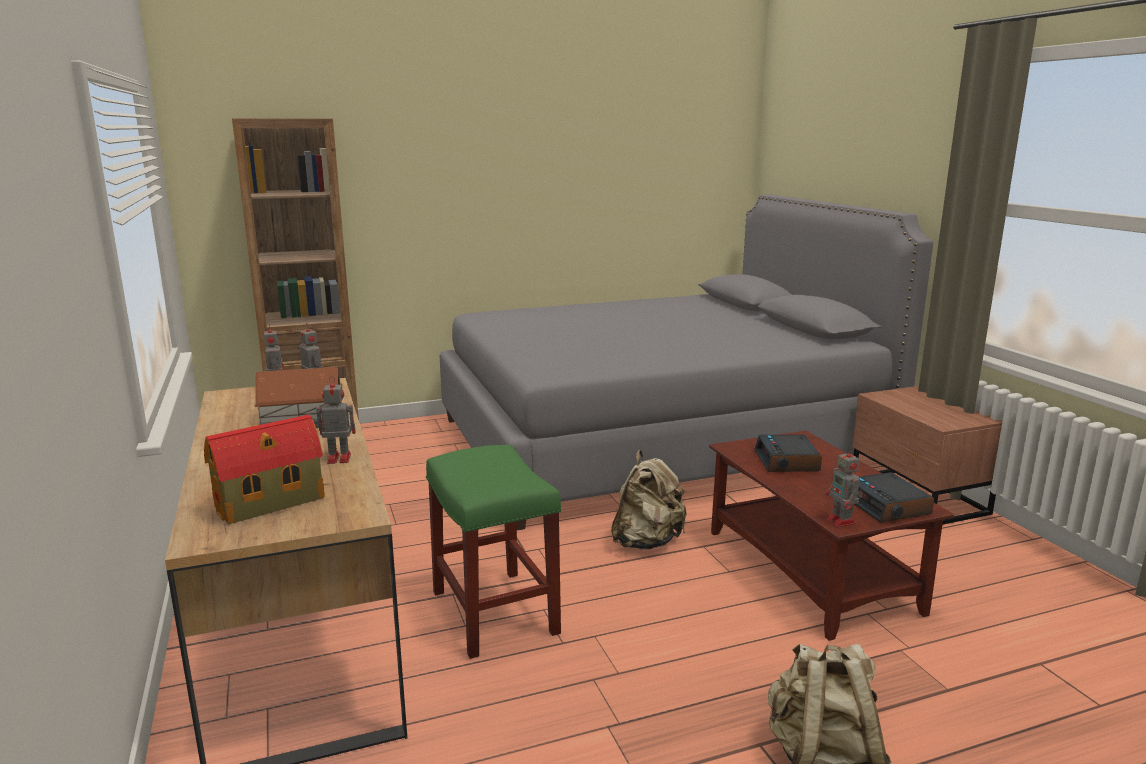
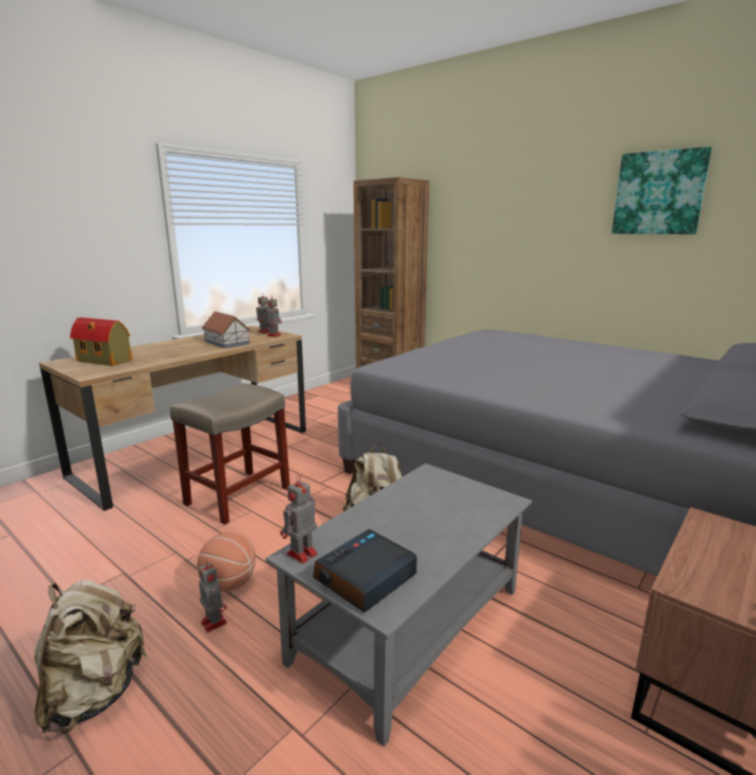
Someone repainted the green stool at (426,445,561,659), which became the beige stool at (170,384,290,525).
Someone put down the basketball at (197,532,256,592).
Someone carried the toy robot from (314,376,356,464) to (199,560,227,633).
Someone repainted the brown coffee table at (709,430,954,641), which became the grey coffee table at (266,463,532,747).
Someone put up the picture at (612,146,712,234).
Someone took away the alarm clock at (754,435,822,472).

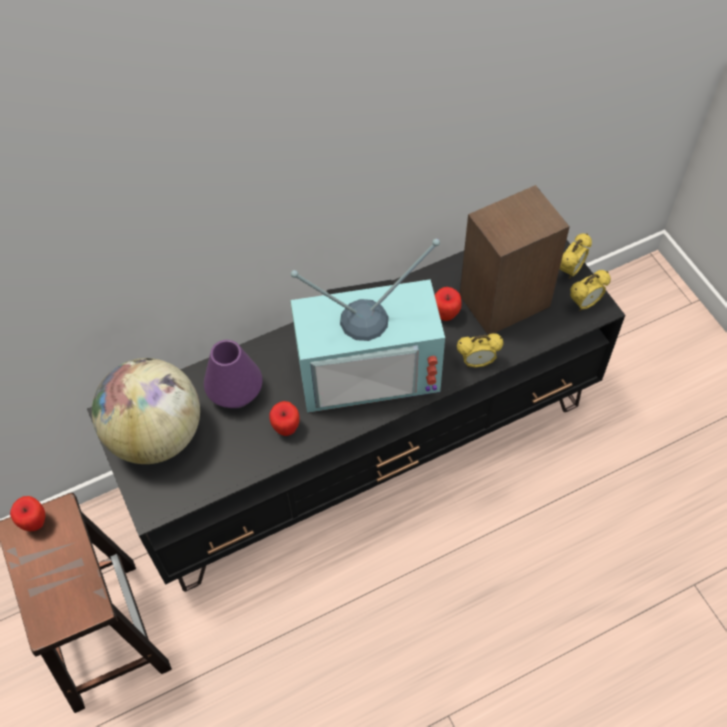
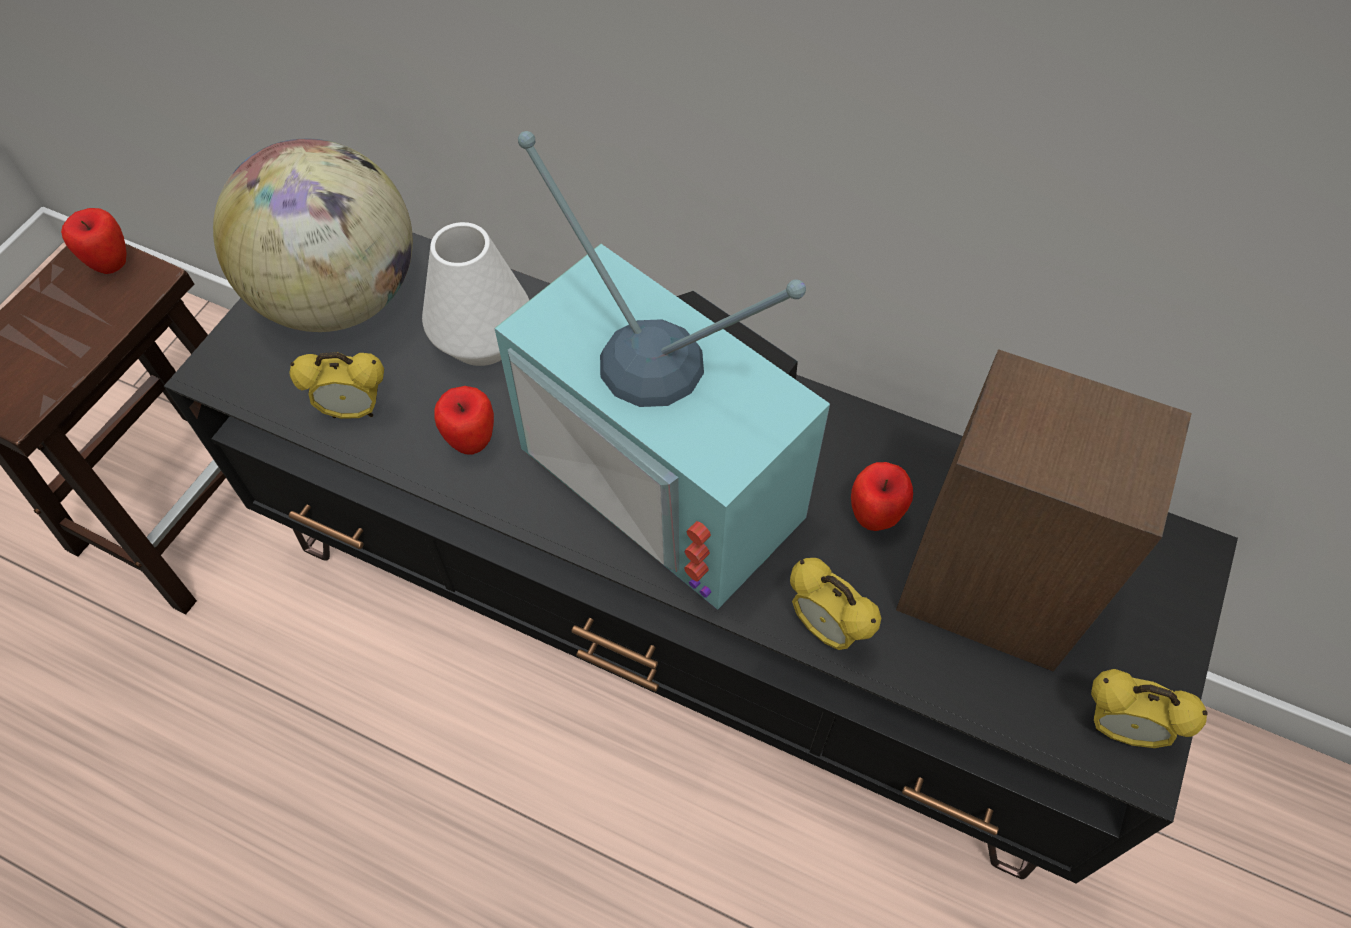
Someone carried the alarm clock from (560,233,592,279) to (290,352,384,419).
Someone repainted the purple vase at (204,340,263,409), which became the white vase at (422,222,529,366).

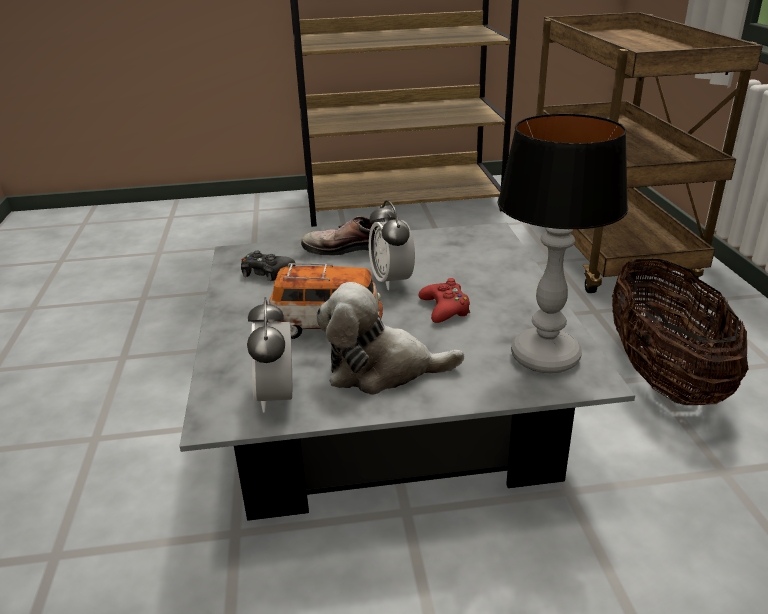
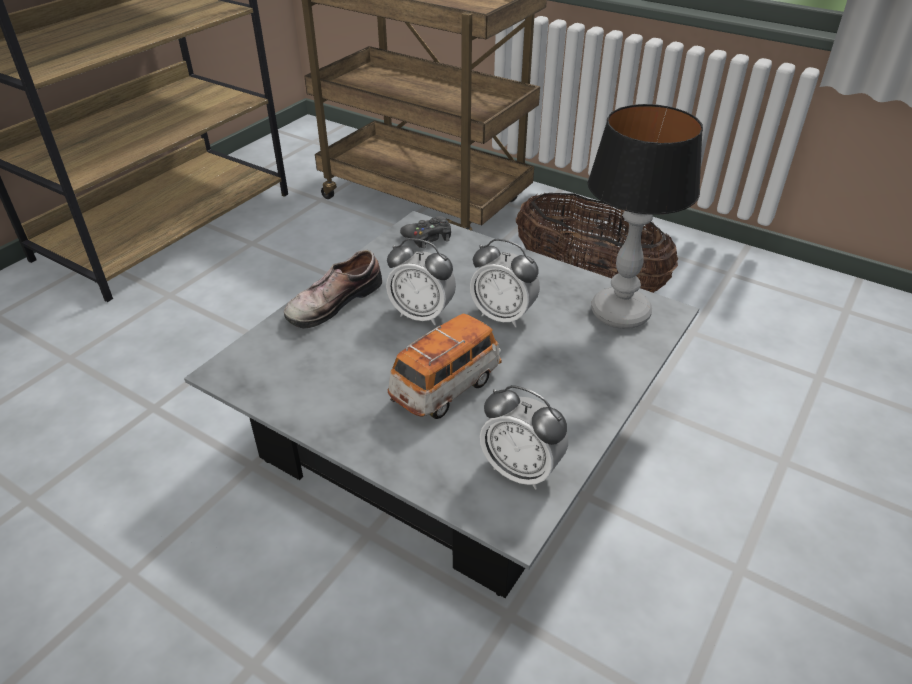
Someone carried the black game controller from (241,251,295,281) to (400,216,451,248).
Someone swapped the red game controller at (419,278,470,323) for the alarm clock at (470,239,540,327).
Someone took away the plush toy at (316,282,464,395).

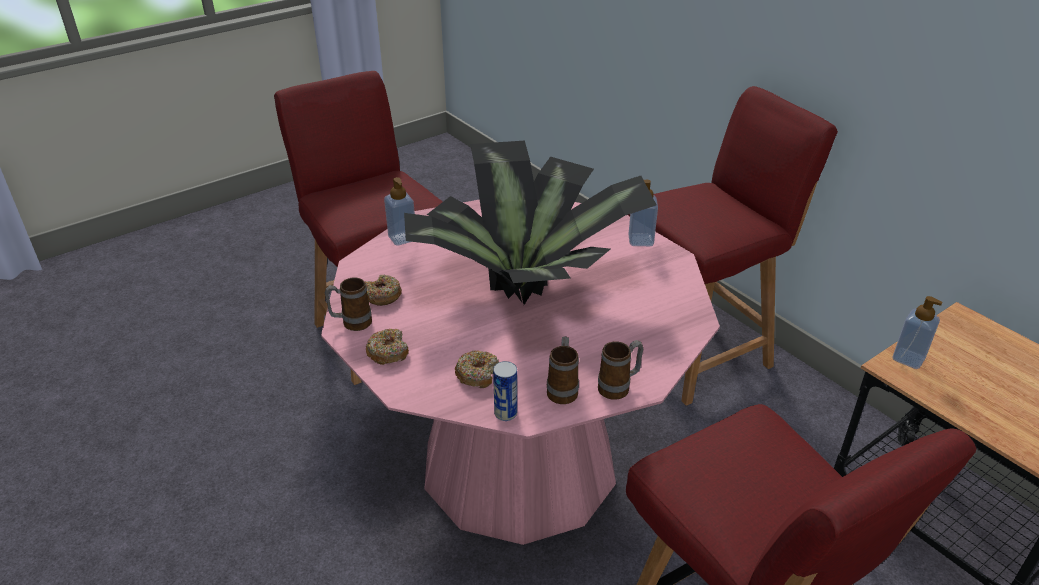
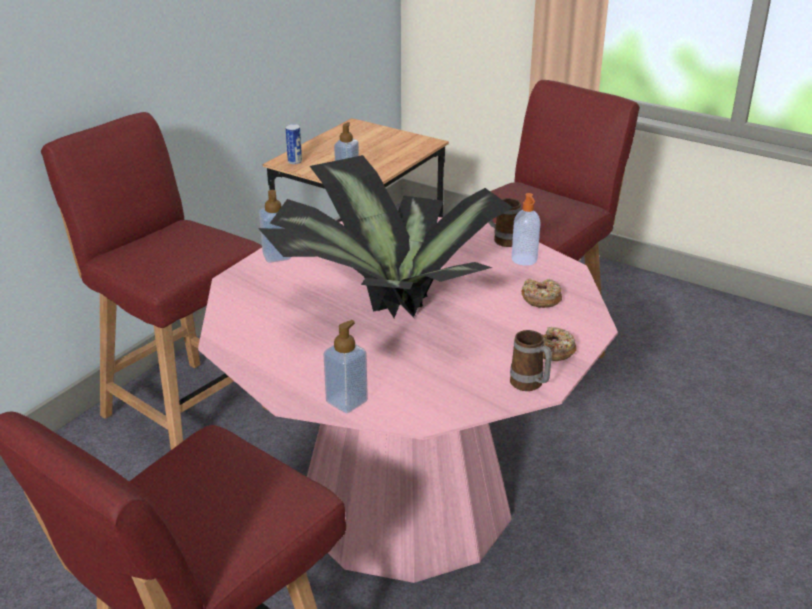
Someone carried the can from (493,361,517,421) to (285,124,302,164).
Someone swapped the mug at (547,336,579,404) for the soap dispenser at (512,193,541,265).
Someone took away the donut at (364,274,402,306).

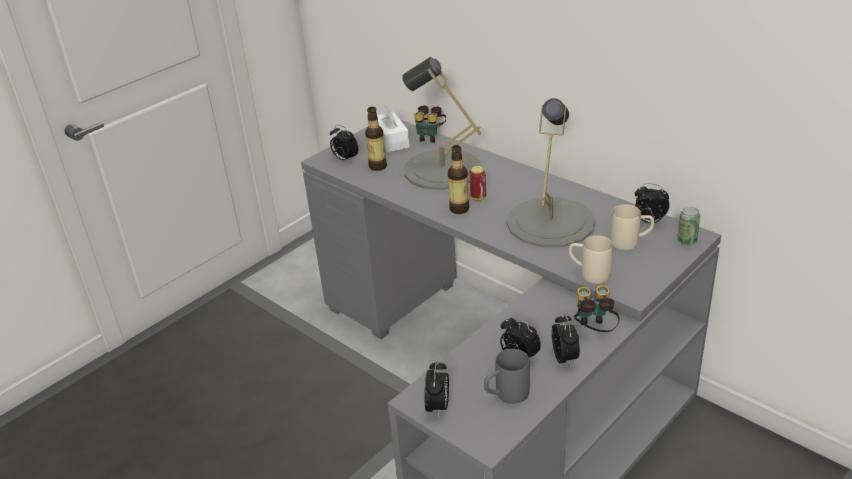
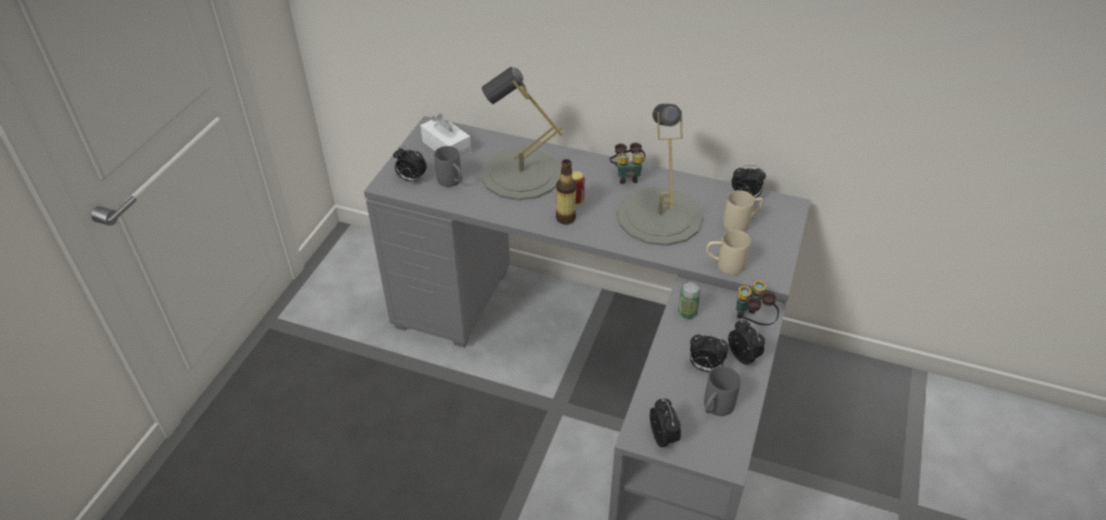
Someone swapped the bottle at (365,107,387,171) for the grey mug at (434,146,462,187).
Someone carried the binoculars from (414,106,446,143) to (610,143,646,184).
Someone carried the can from (677,207,700,246) to (678,282,701,319).

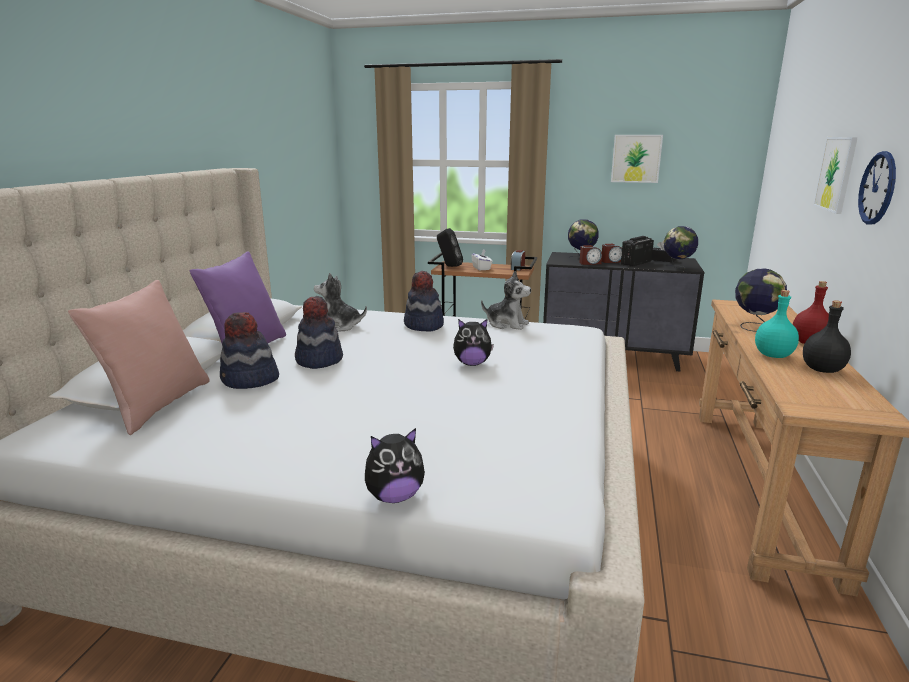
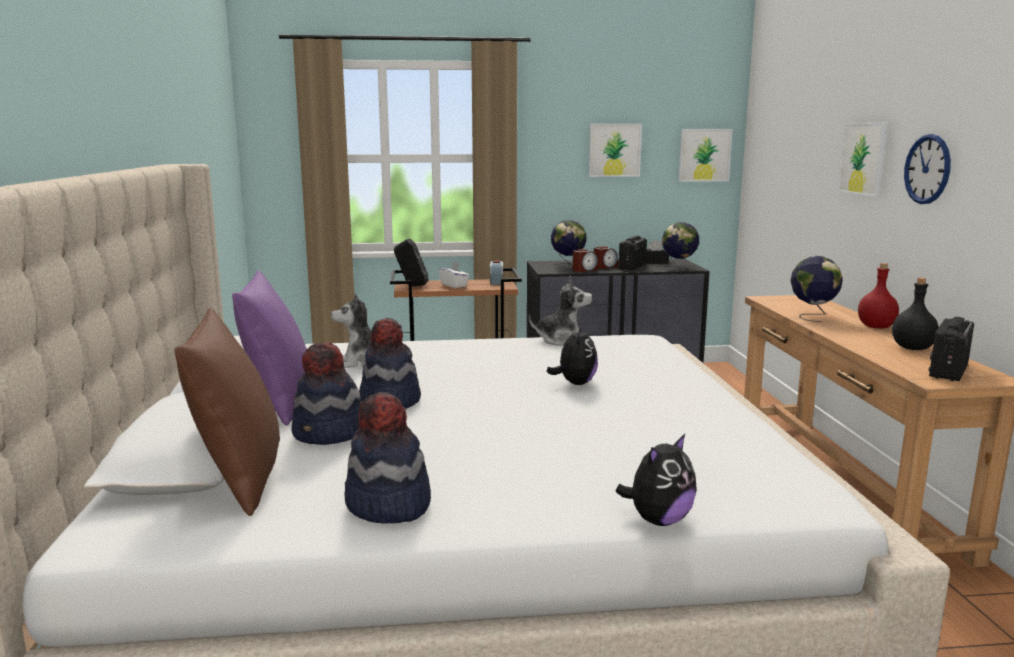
Someone repainted the pink pillow at (68,280,210,435), which became the brown pillow at (174,308,280,516).
Someone carried the hat from (404,271,444,332) to (344,392,431,524).
Someone rotated the plush toy at (453,319,494,366) by 60 degrees counterclockwise.
Someone put up the picture at (679,129,732,182).
Someone put down the radio at (928,317,974,381).
Someone took away the turquoise bottle at (755,290,799,358).

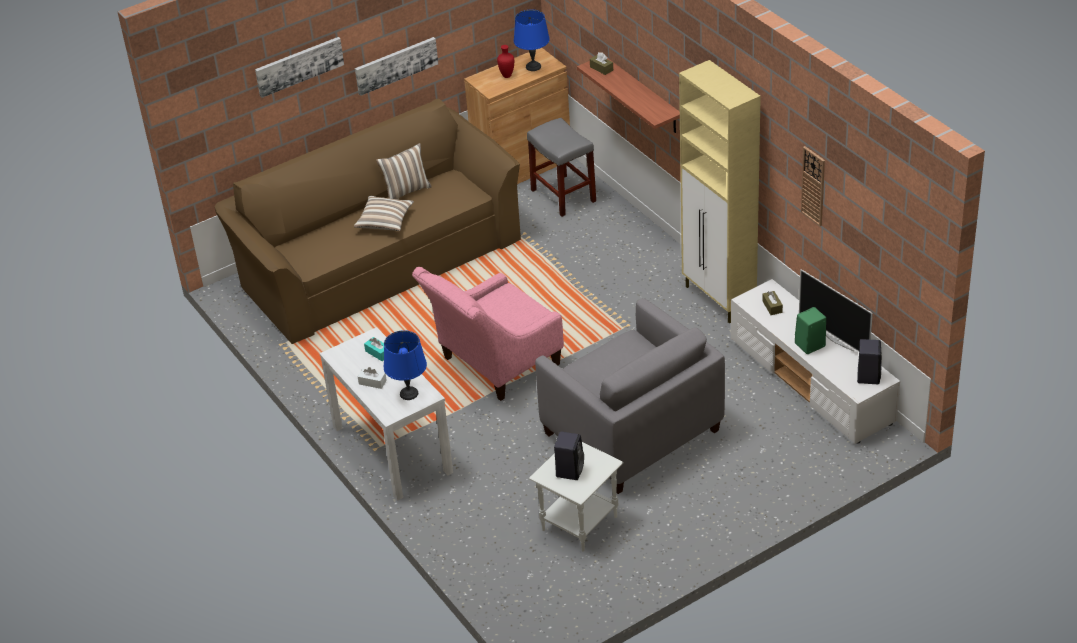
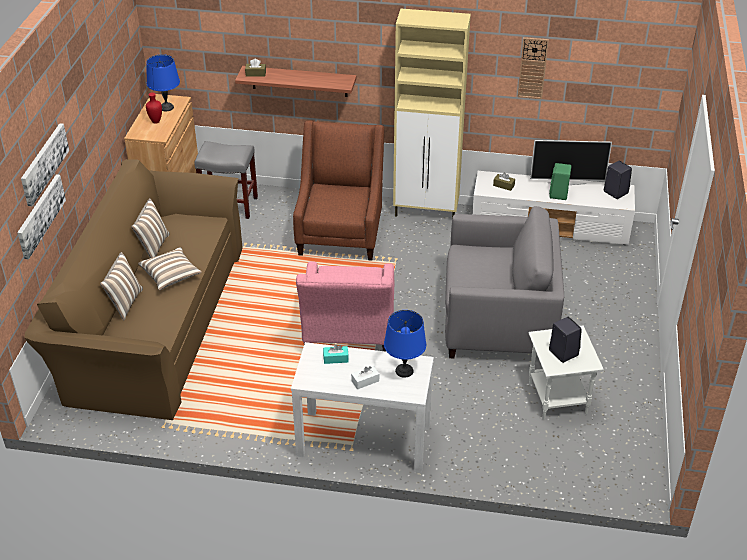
Someone carried the picture from (355,37,438,96) to (17,174,66,260).
Someone put down the pillow at (100,252,143,321).
Someone put down the brown armchair at (293,120,384,261).

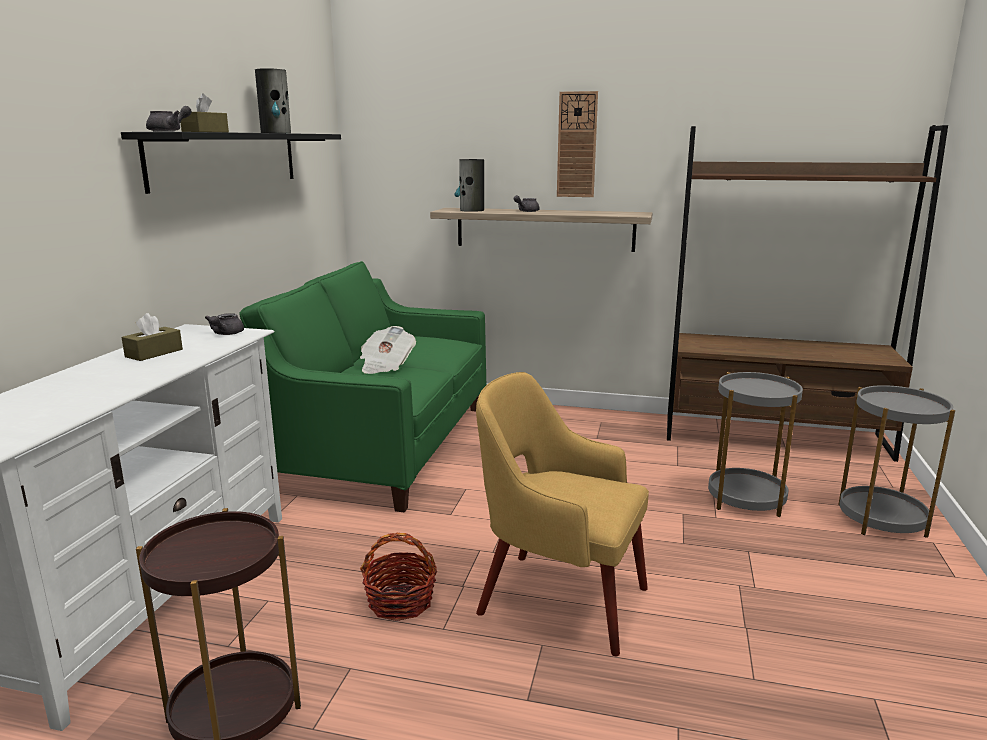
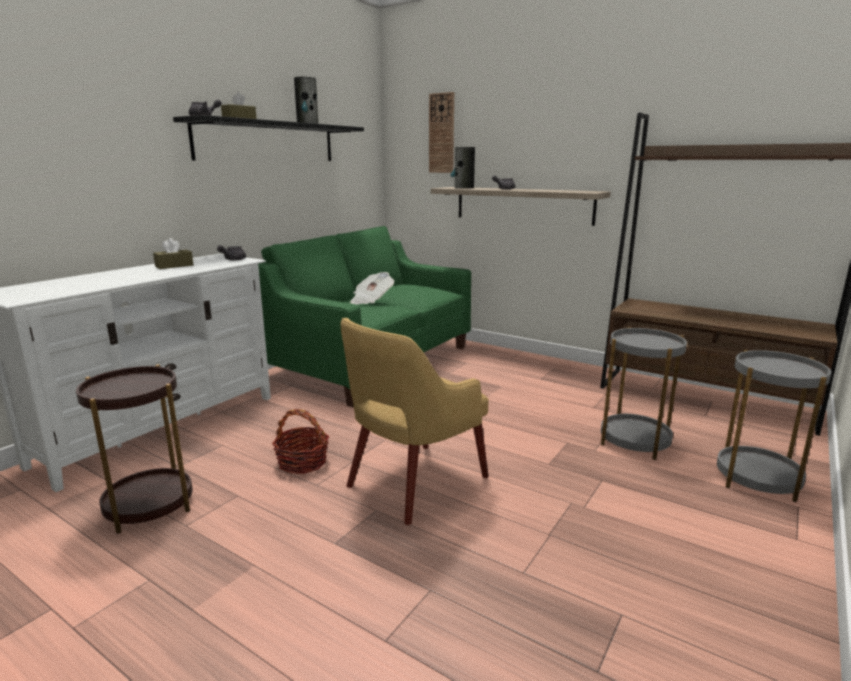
Someone rotated the yellow armchair at (476,372,649,656) by 90 degrees counterclockwise.
Someone carried the wall clock from (557,91,598,197) to (429,92,454,173).

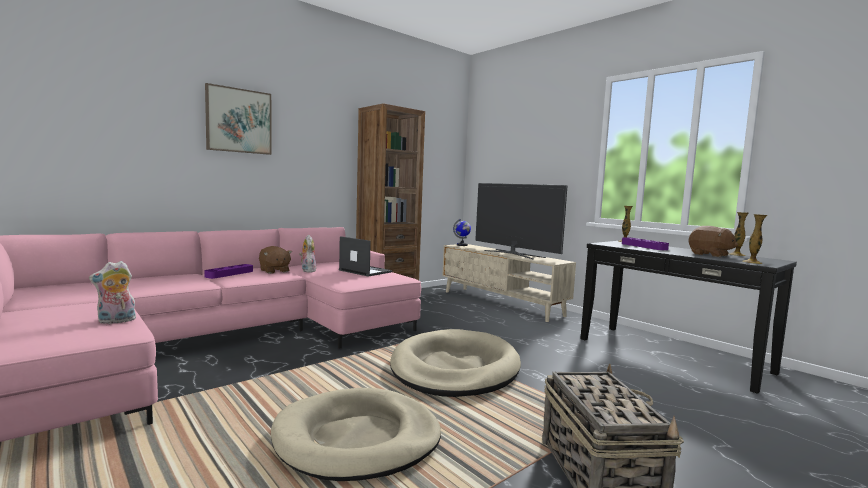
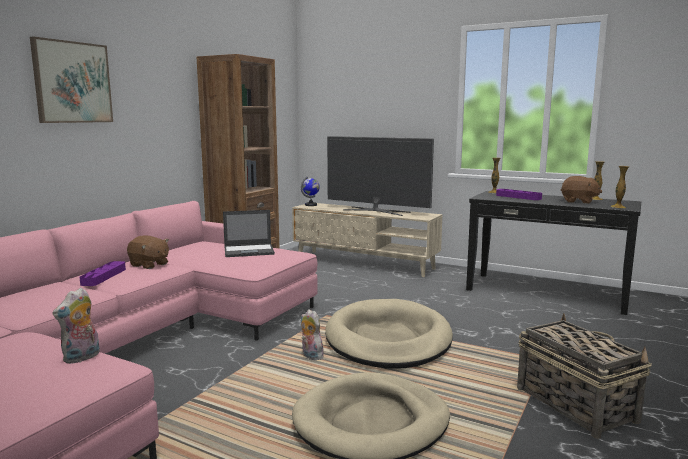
Someone rotated the laptop at (339,236,393,277) by 150 degrees clockwise.
Someone carried the plush toy from (299,235,316,272) to (301,309,324,360).

